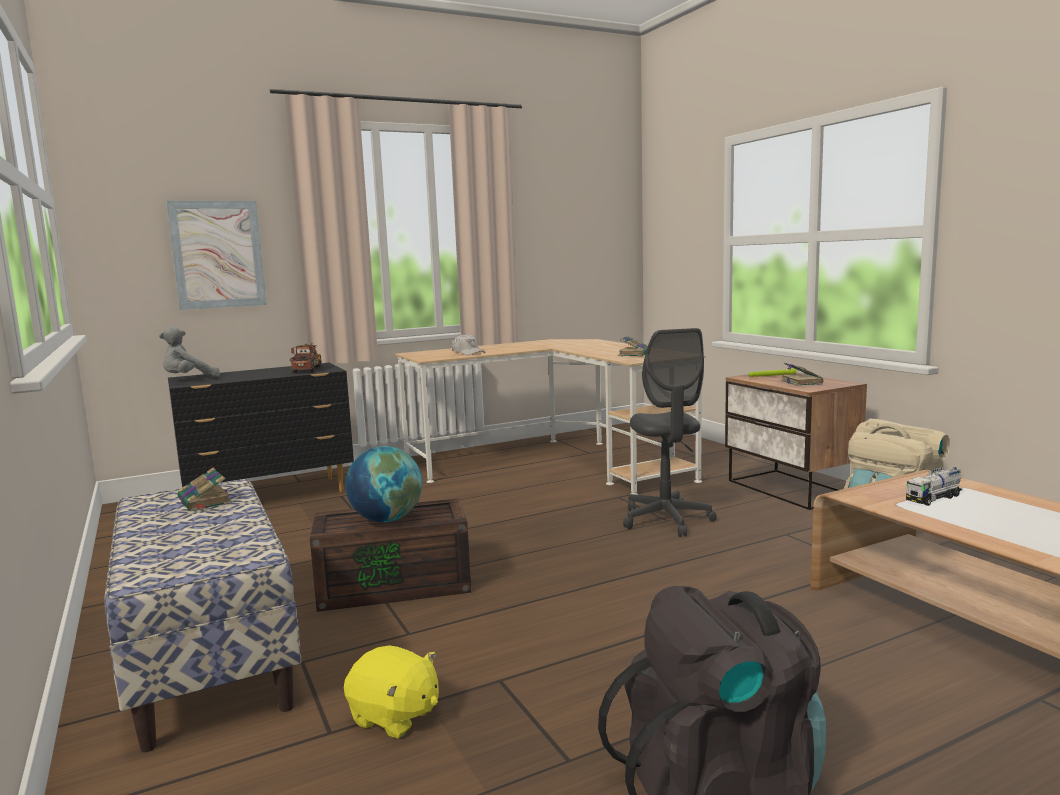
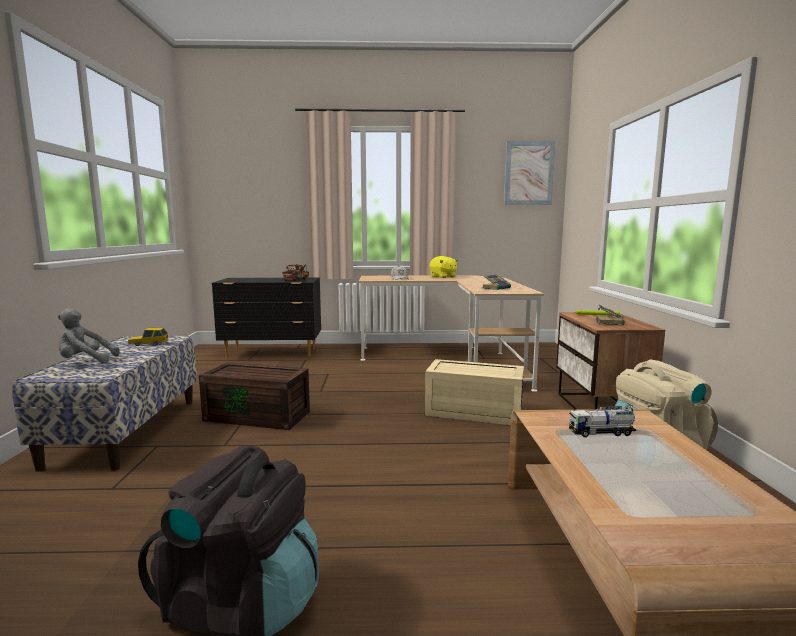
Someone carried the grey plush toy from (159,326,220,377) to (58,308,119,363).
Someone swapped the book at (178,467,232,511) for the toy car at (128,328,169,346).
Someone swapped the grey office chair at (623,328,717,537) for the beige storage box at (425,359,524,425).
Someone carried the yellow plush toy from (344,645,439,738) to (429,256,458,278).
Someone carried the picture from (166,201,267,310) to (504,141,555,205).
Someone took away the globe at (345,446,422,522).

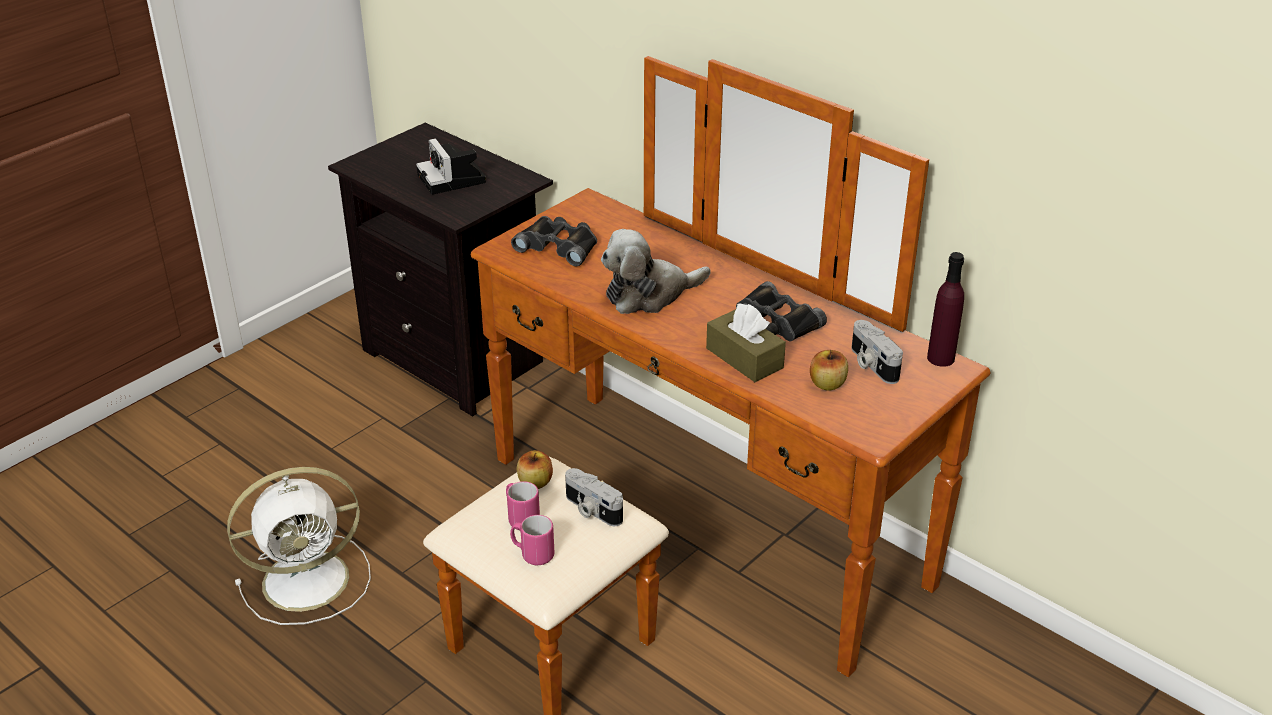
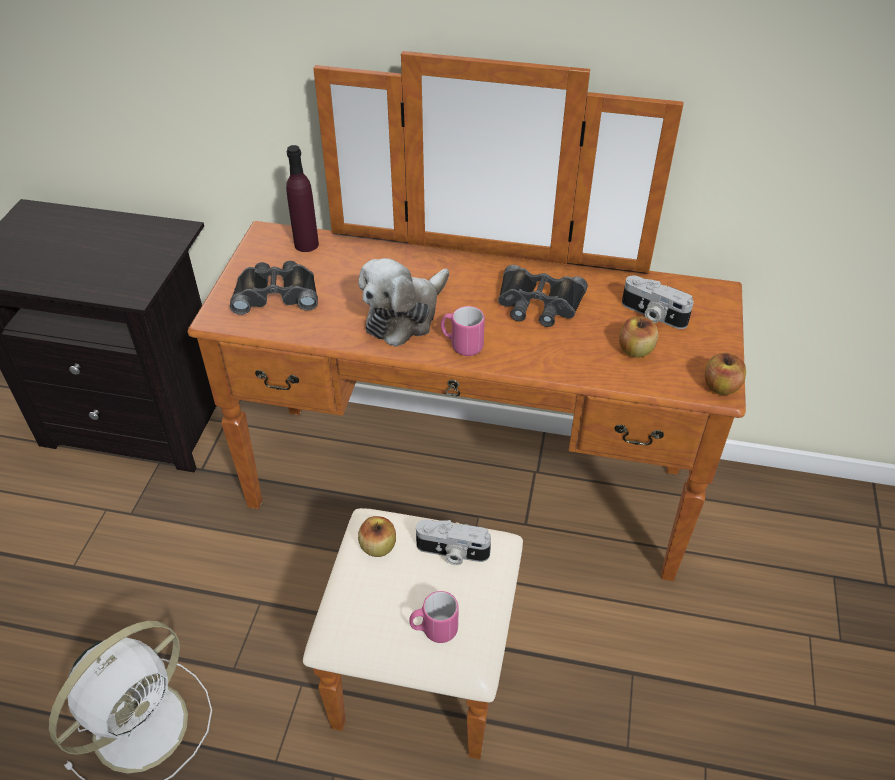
Someone carried the purple bottle from (927,252,964,367) to (286,145,319,252).
Someone carried the pink mug from (506,481,540,530) to (441,306,485,356).
Someone put down the apple at (704,353,746,395).
Someone took away the photo camera at (416,138,486,195).
Someone took away the brown tissue box at (706,303,786,382).

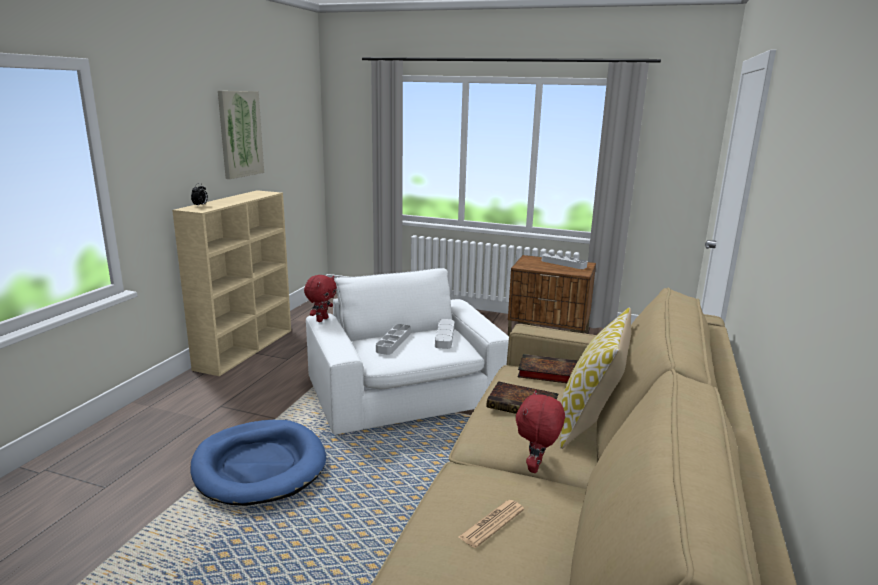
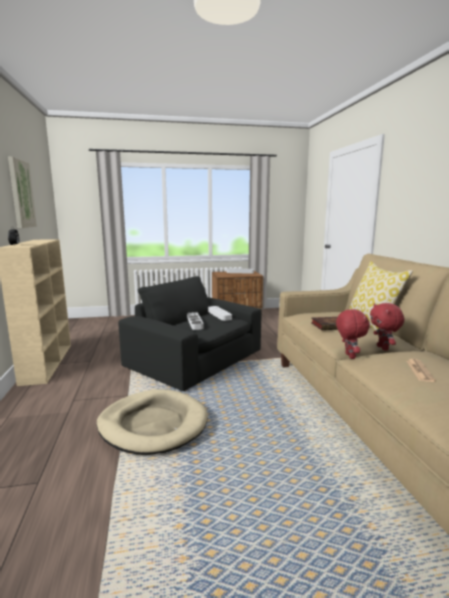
Someone repainted the blue dog bed at (190,420,326,506), which became the beige dog bed at (97,389,208,455).
Someone repainted the white armchair at (306,268,509,434), which became the black armchair at (118,276,262,391).
Someone carried the red plush toy from (304,275,337,322) to (336,309,370,359).
Someone took away the book at (518,354,578,383).

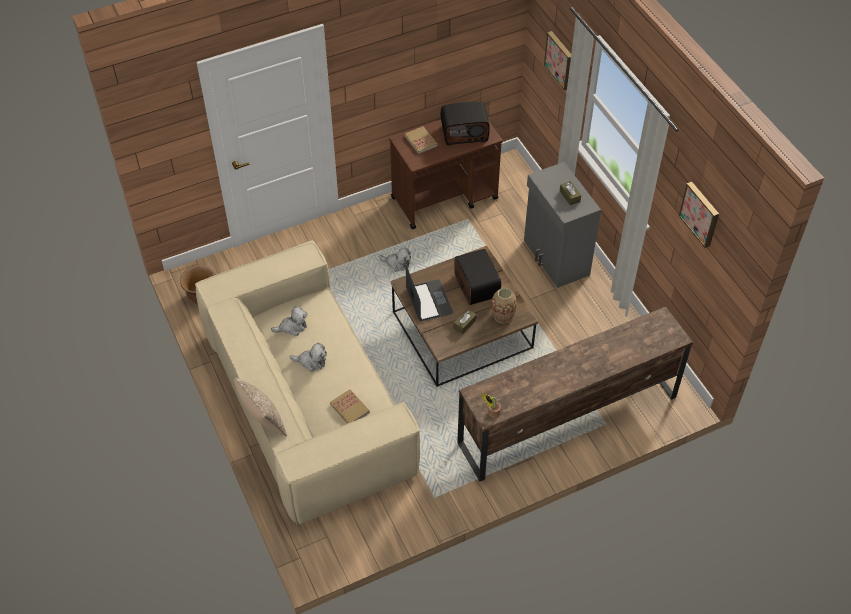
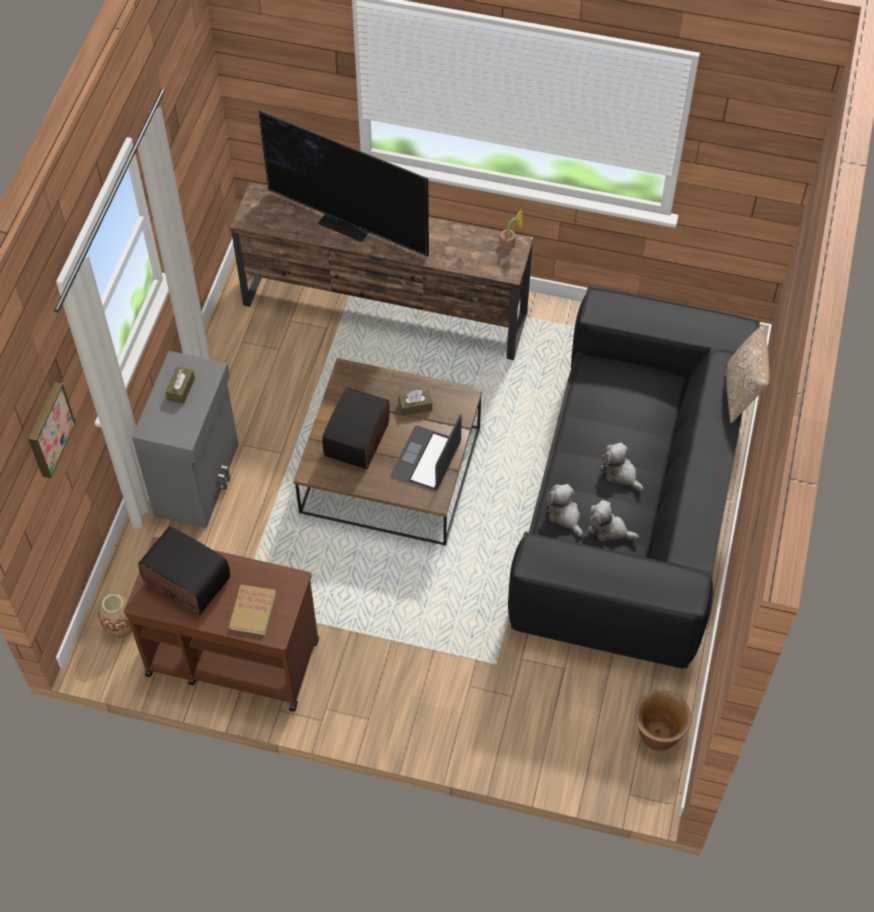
Someone carried the vase from (491,288,517,324) to (98,594,132,639).
Someone put down the television at (258,110,429,257).
Someone repainted the beige sofa at (195,240,420,525), which became the black sofa at (508,285,760,669).
Someone carried the plush toy from (379,247,411,272) to (546,484,582,536).
Someone took away the book at (330,389,370,424).
Someone took away the picture at (679,182,719,248).

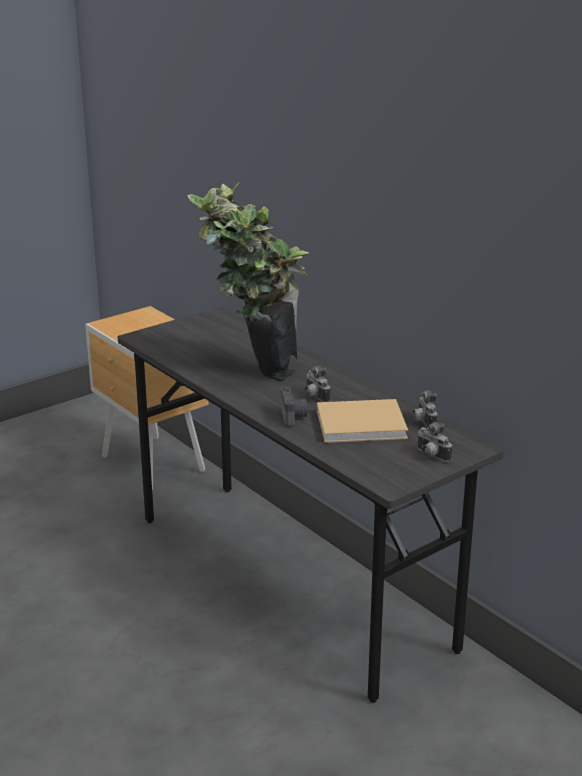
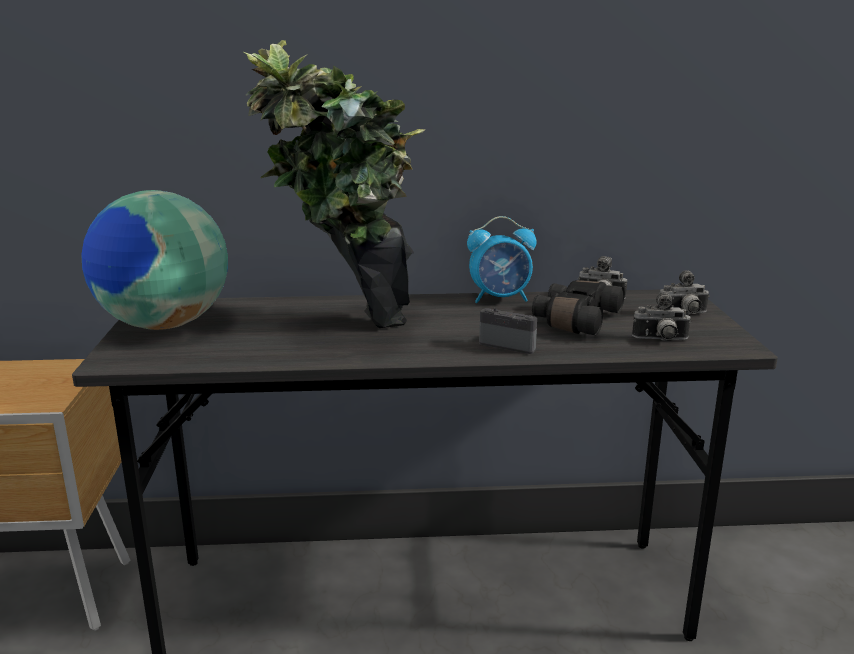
Someone put down the globe at (81,190,228,330).
Someone put down the alarm clock at (467,216,536,303).
Someone swapped the beige book at (317,399,408,443) for the black binoculars at (532,280,625,335).
Someone carried the photo camera from (305,366,330,402) to (632,292,691,341).

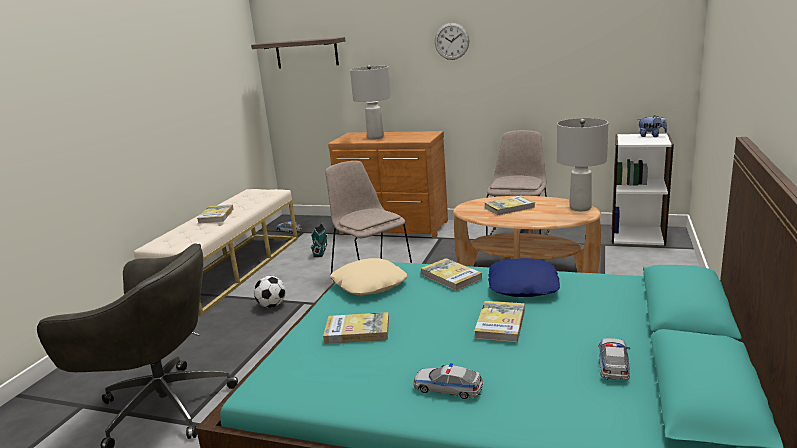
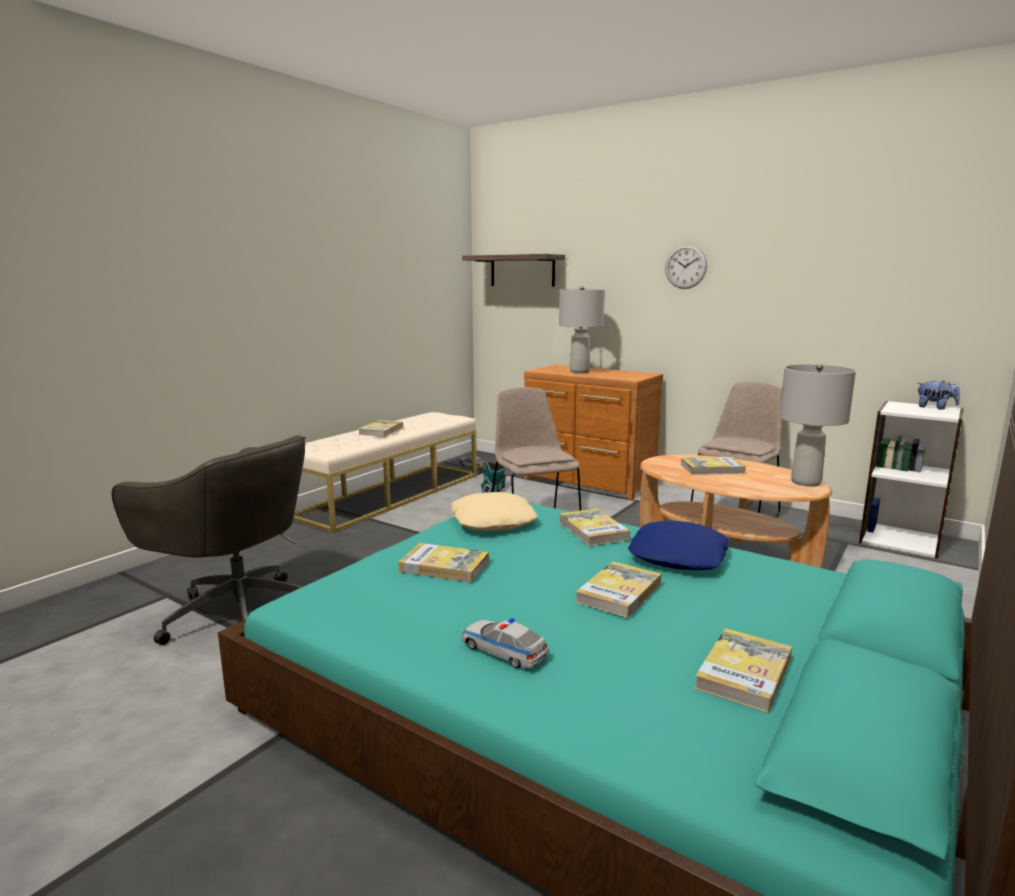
Someone swapped the toy car at (598,338,630,380) for the book at (694,628,792,713).
Someone took away the football at (254,276,286,308).

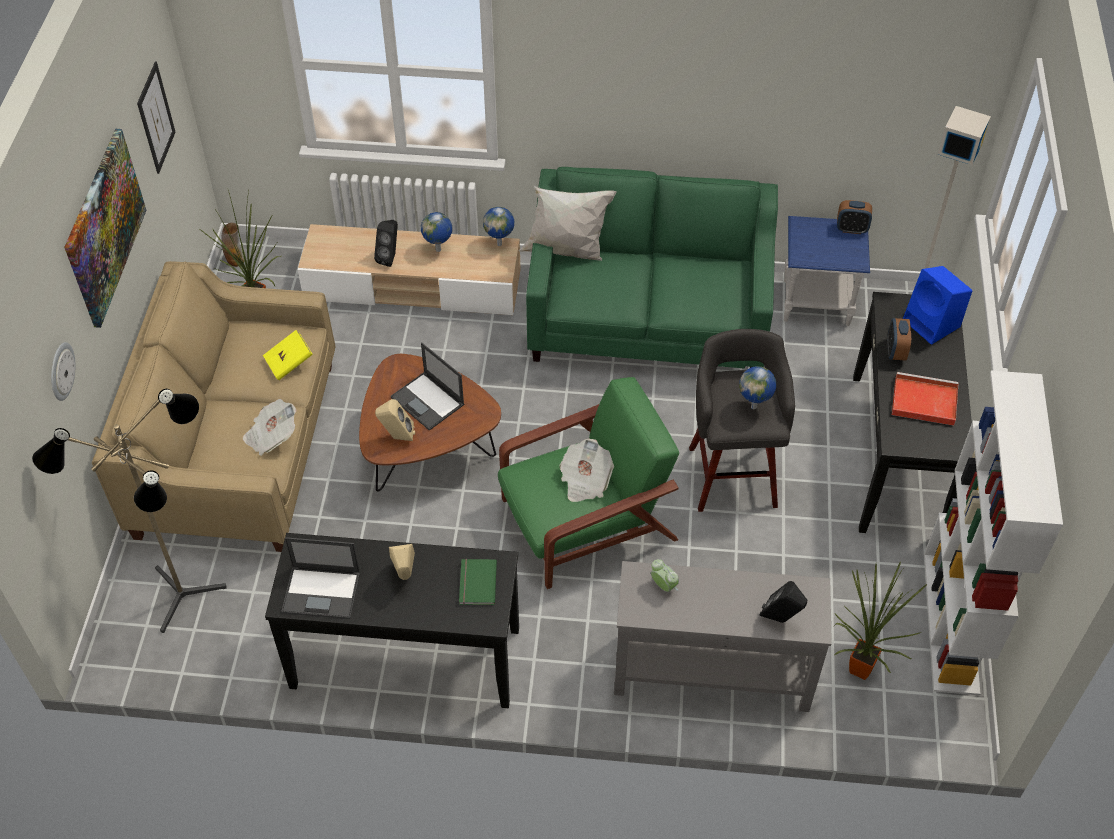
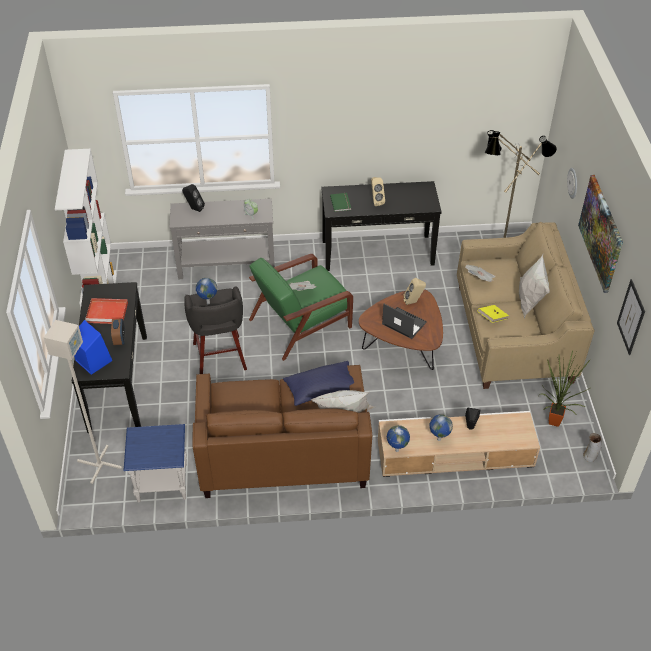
Someone repainted the green sofa at (526,167,778,368), which became the brown sofa at (192,365,372,498).
Someone put down the blue pillow at (283,361,354,406).
Someone put down the white pillow at (519,254,550,318).
Someone took away the laptop at (281,537,360,619).
Someone took away the potted plant at (834,561,927,680).
Someone took away the alarm clock at (837,200,872,234).

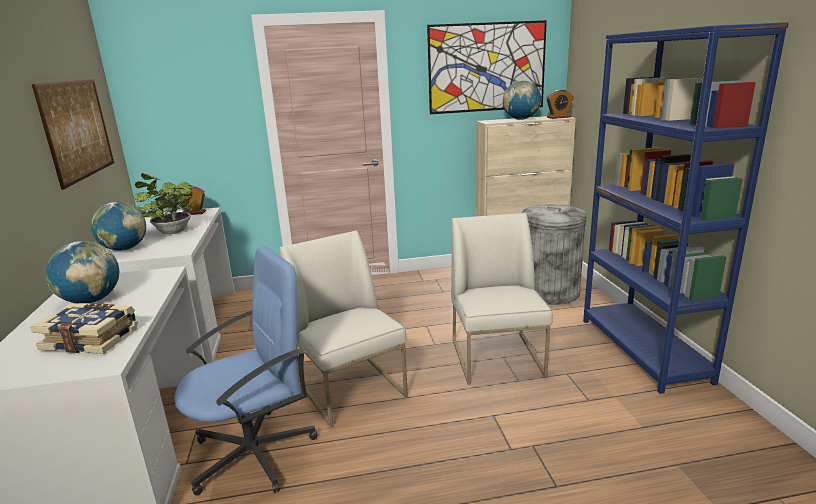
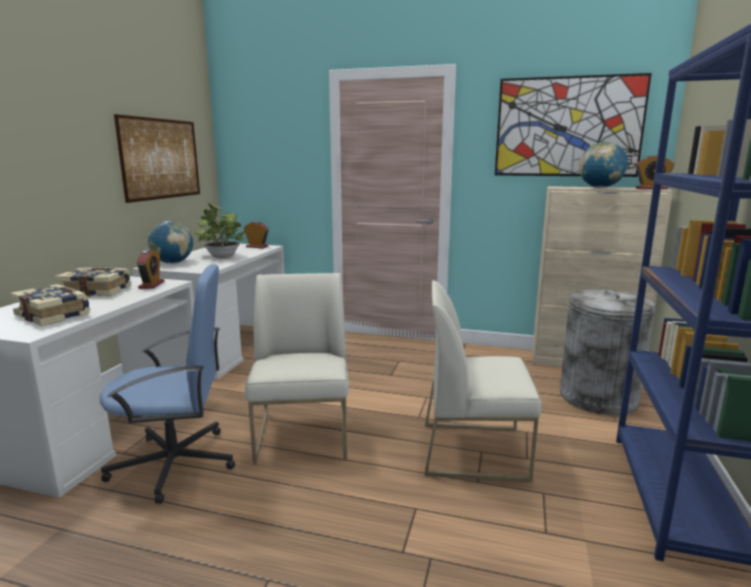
Someone swapped the globe at (46,241,119,303) for the book at (55,267,131,297).
Someone put down the alarm clock at (137,249,165,289).
Someone rotated the white chair at (451,213,553,385) by 105 degrees counterclockwise.

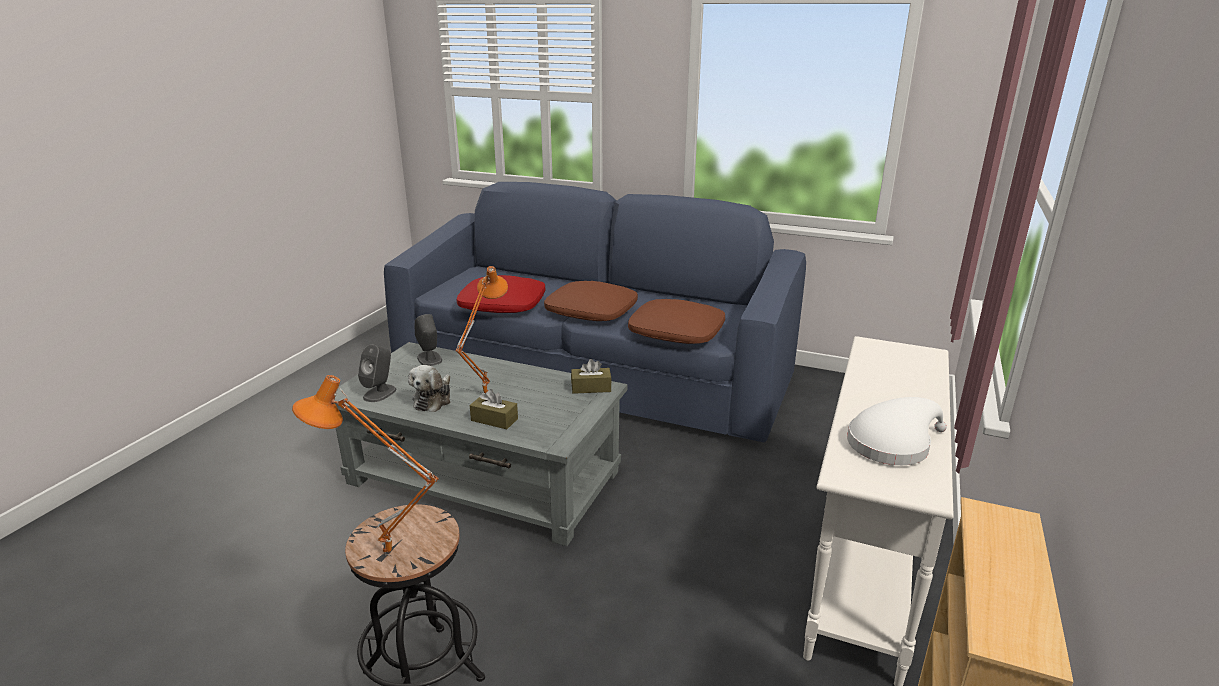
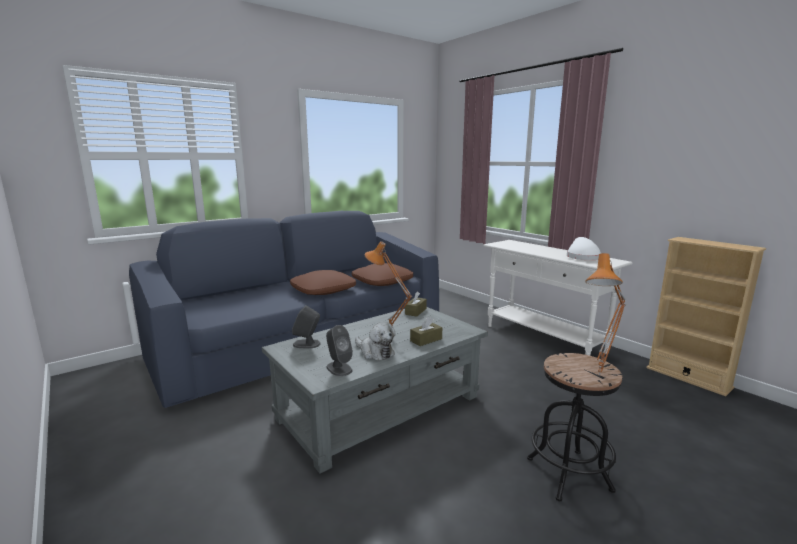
Someone took away the red pillow at (457,275,545,313).

